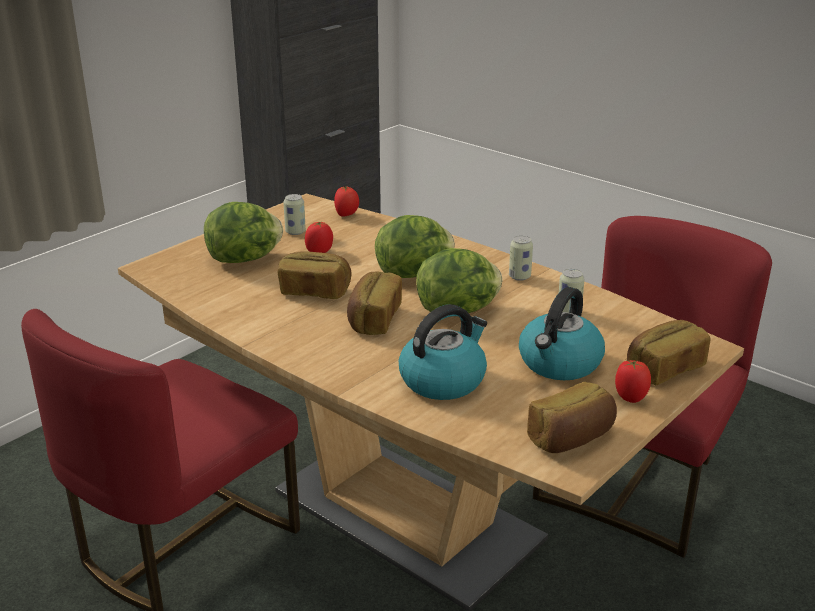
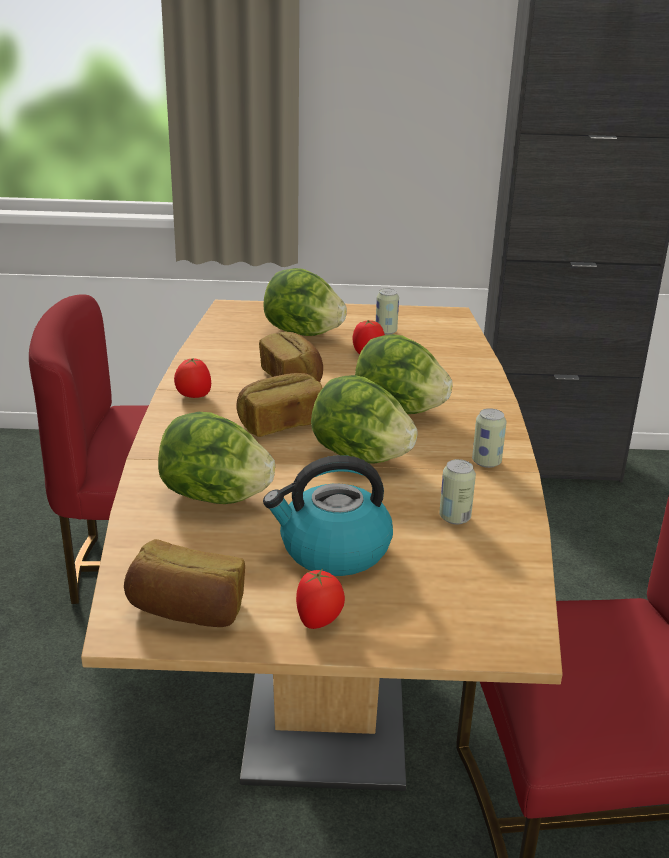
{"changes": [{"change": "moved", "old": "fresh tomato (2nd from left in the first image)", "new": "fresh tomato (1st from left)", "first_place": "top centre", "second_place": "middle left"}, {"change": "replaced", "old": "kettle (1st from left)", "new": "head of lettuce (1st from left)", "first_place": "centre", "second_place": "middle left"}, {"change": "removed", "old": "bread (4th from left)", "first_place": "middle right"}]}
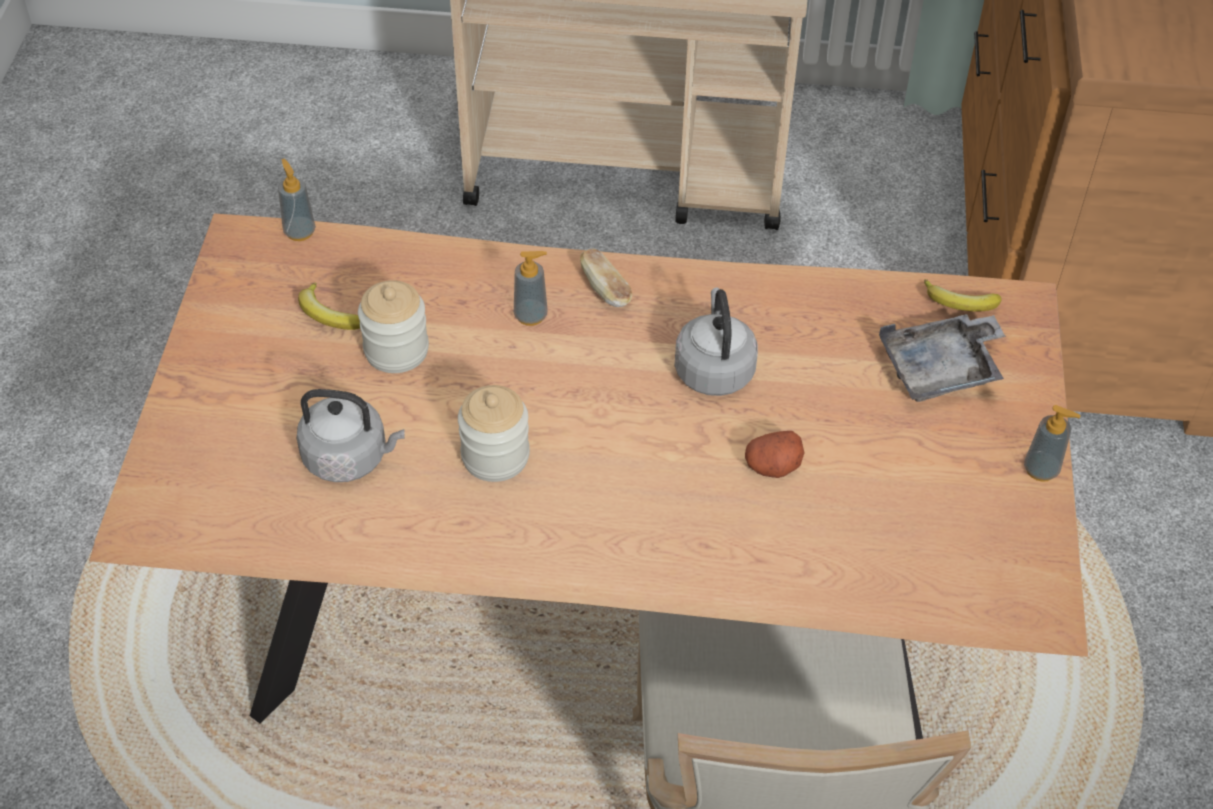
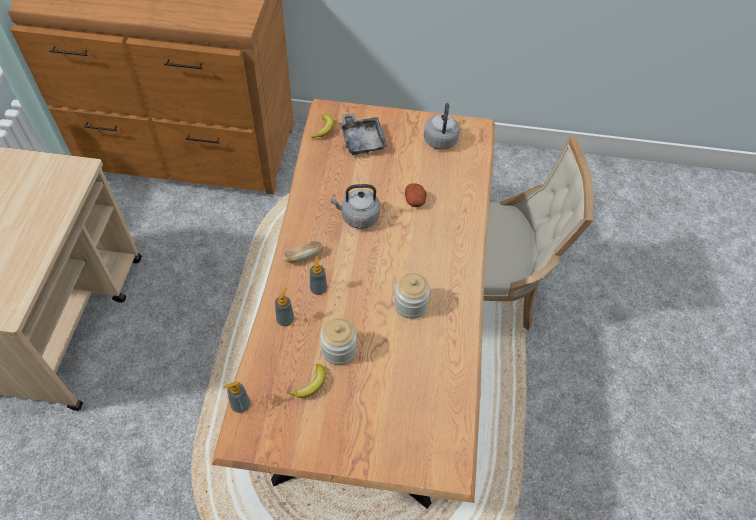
{"changes": [{"change": "moved", "old": "grey kettle (1st from left in the first image)", "new": "grey kettle (2nd from left)", "first_place": "middle left", "second_place": "top centre"}, {"change": "moved", "old": "soap bottle (3rd from left in the first image)", "new": "soap bottle (2nd from left)", "first_place": "middle right", "second_place": "centre"}]}
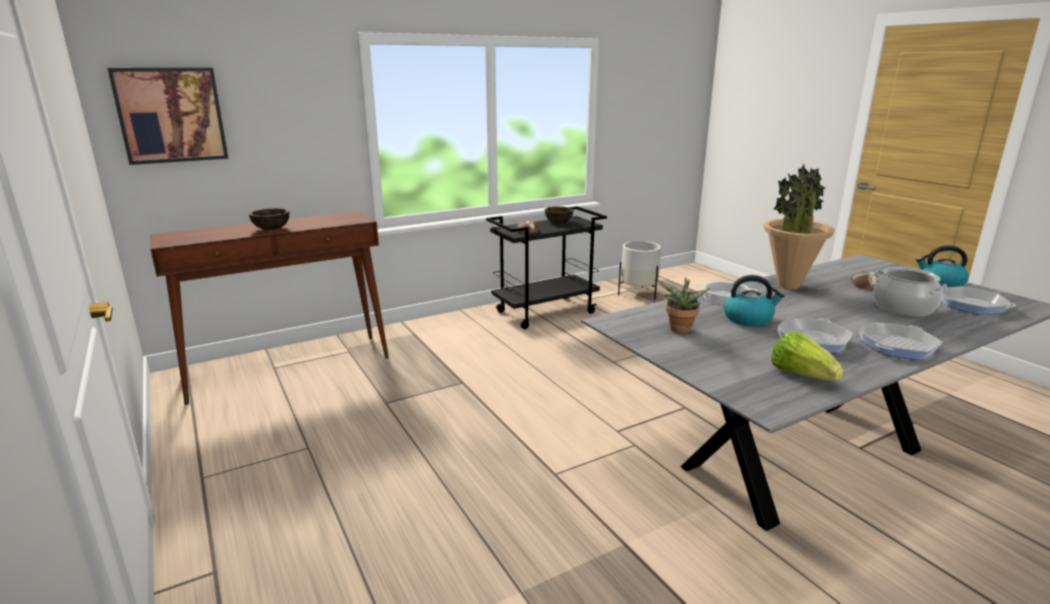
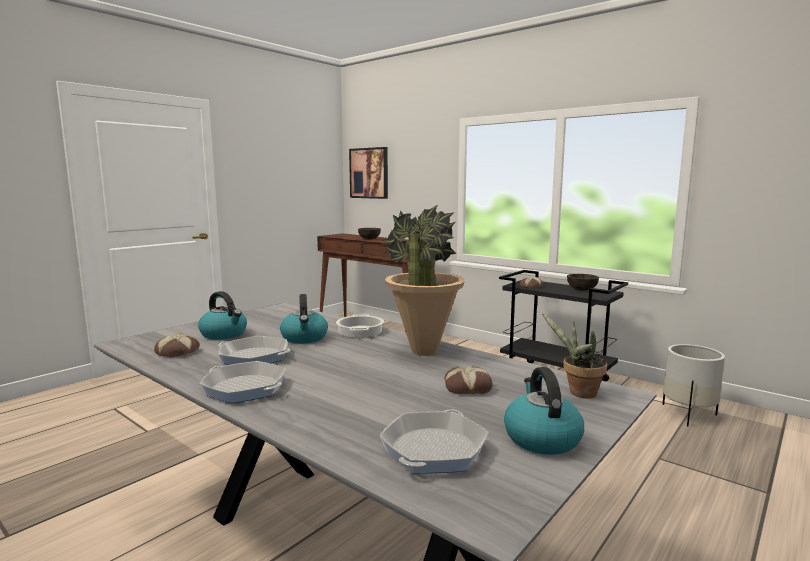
{"changes": [{"change": "moved", "old": "houseplant (1st from left in the first image)", "new": "houseplant (2nd from left)", "first_place": "centre", "second_place": "middle right"}, {"change": "replaced", "old": "head of lettuce", "new": "bread (1st from left)", "first_place": "middle right", "second_place": "middle left"}, {"change": "removed", "old": "stockpot (2nd from left)", "first_place": "middle right"}, {"change": "added", "new": "kettle (1st from left)", "second_place": "middle left"}]}
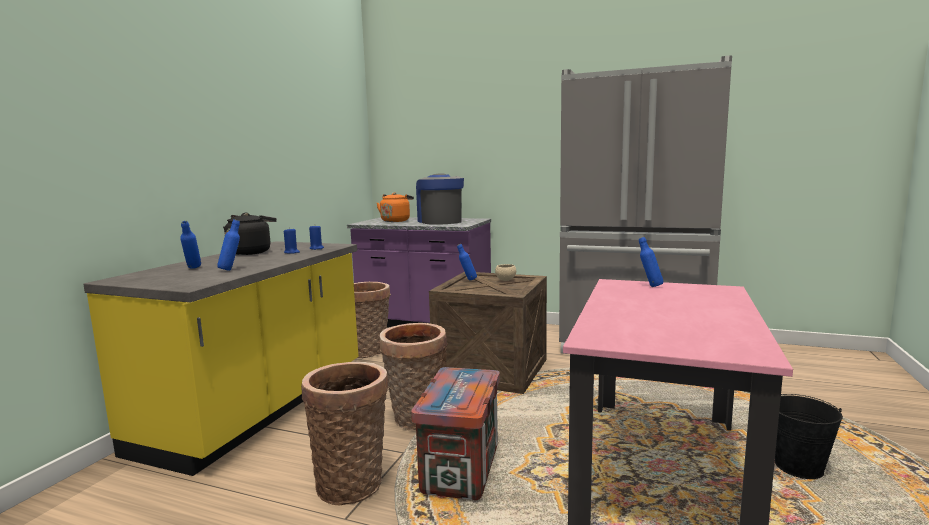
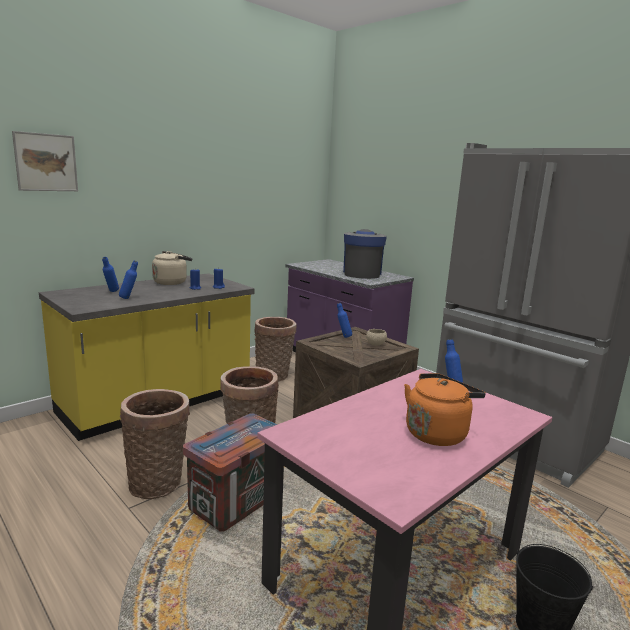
{"changes": [{"change": "recoloured", "old": "black kettle", "new": "sand-coloured kettle", "first_place": "middle left", "second_place": "middle left"}, {"change": "moved", "old": "orangey kettle", "first_place": "centre", "second_place": "middle right"}, {"change": "added", "new": "picture", "second_place": "top left"}]}
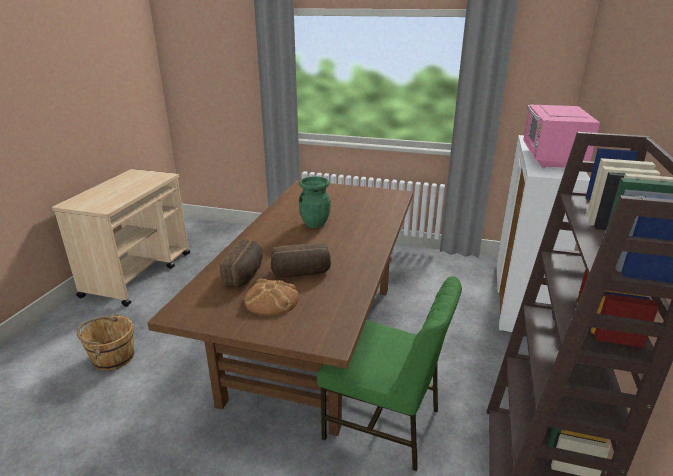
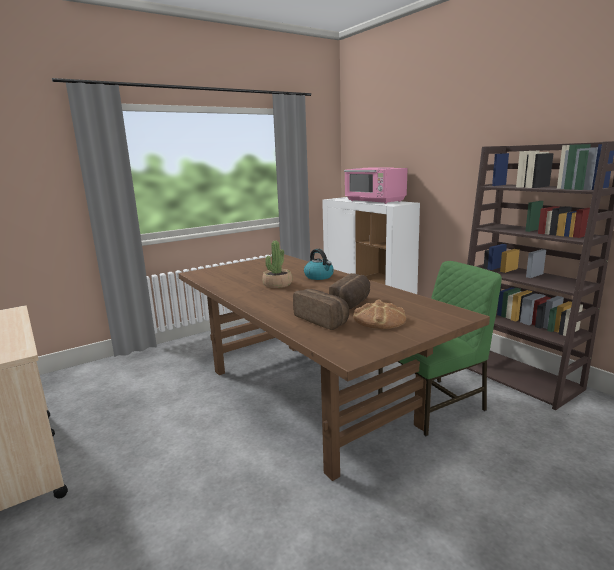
{"changes": [{"change": "removed", "old": "brown-coloured water bucket", "first_place": "bottom left"}, {"change": "replaced", "old": "green decorative vase", "new": "houseplant", "first_place": "centre", "second_place": "centre"}, {"change": "added", "new": "kettle", "second_place": "centre"}]}
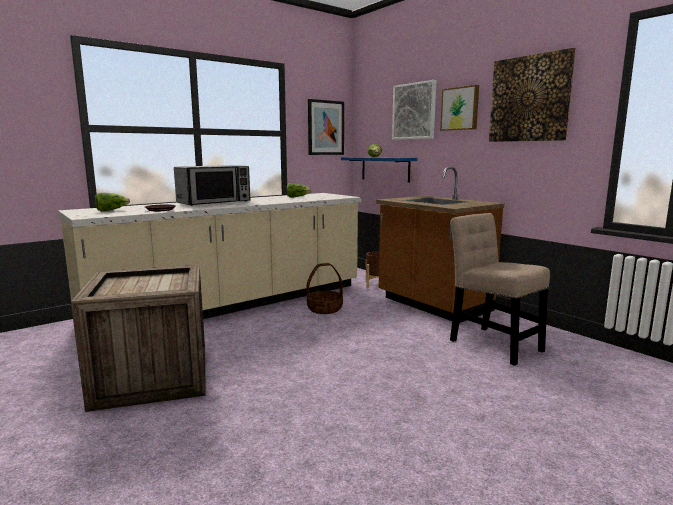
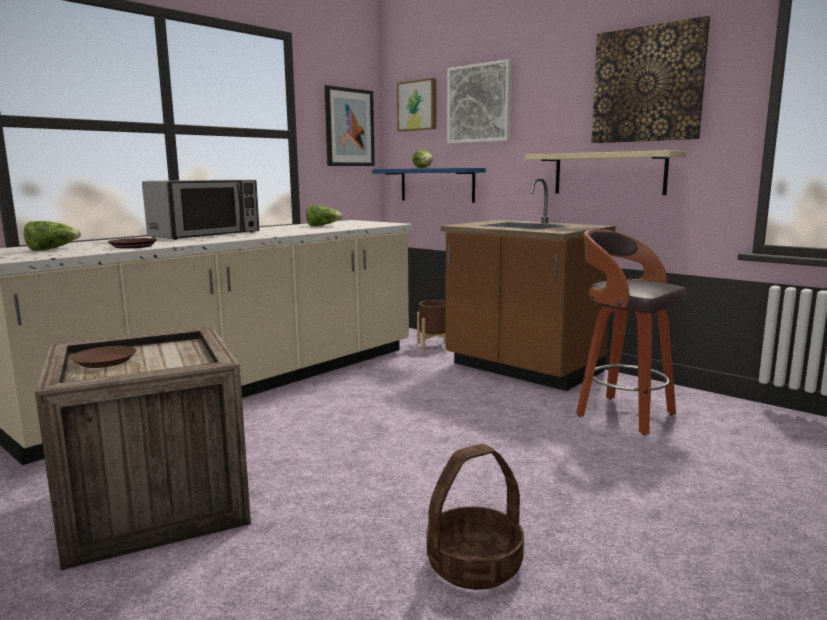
{"changes": [{"change": "moved", "old": "household basket", "first_place": "centre", "second_place": "bottom centre"}, {"change": "moved", "old": "picture (3rd from left in the first image)", "new": "picture (2nd from left)", "first_place": "top right", "second_place": "top centre"}, {"change": "replaced", "old": "sand-coloured upright chair", "new": "sitting stool", "first_place": "middle right", "second_place": "middle right"}, {"change": "added", "new": "brown-coloured dinner plate (1st from left)", "second_place": "middle left"}, {"change": "added", "new": "sand-coloured wall shelf", "second_place": "top right"}]}
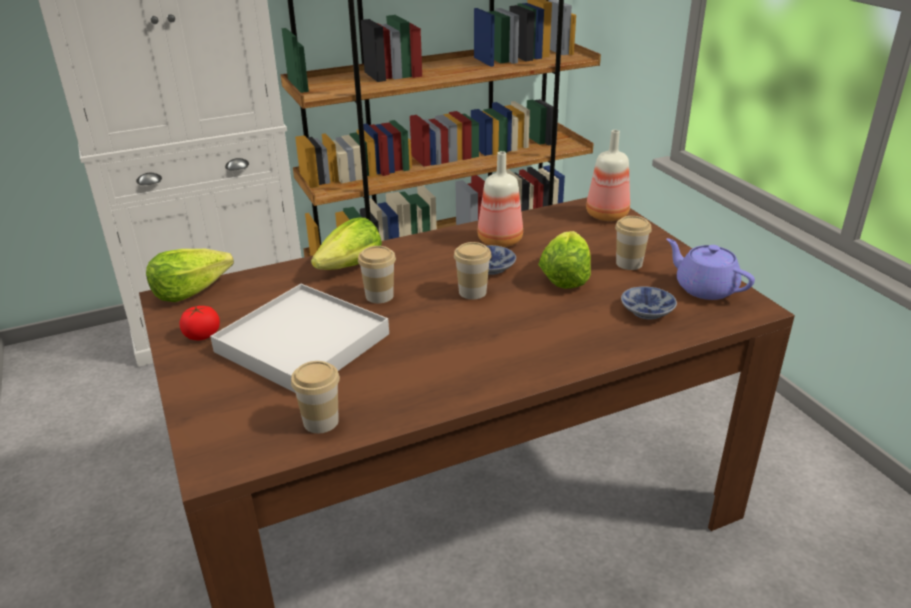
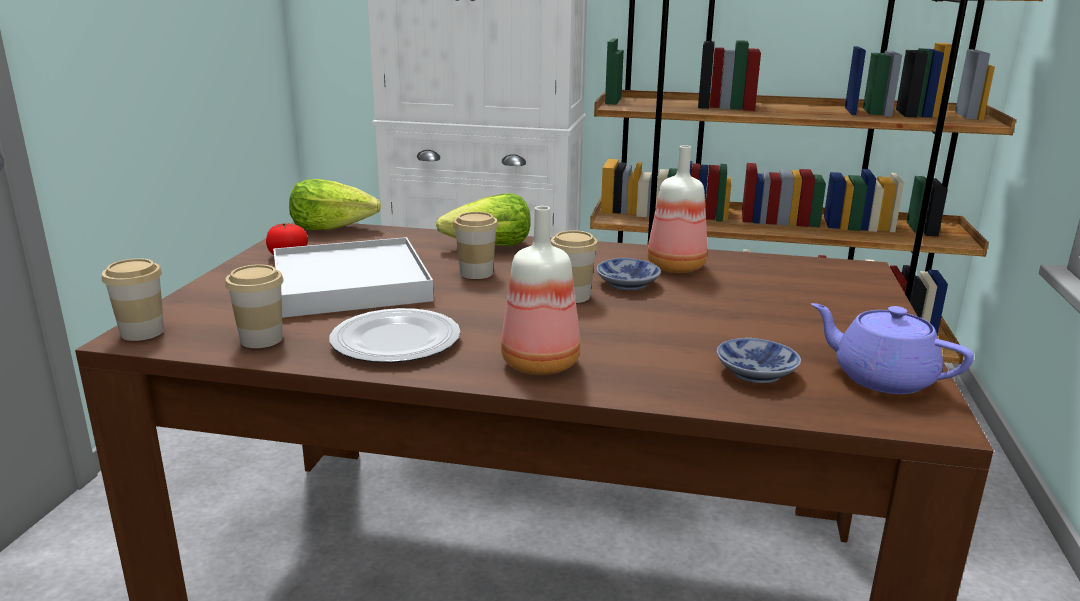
{"changes": [{"change": "removed", "old": "head of lettuce (3rd from left)", "first_place": "centre"}, {"change": "moved", "old": "bottle (2nd from left in the first image)", "new": "bottle (1st from left)", "first_place": "top right", "second_place": "centre"}, {"change": "moved", "old": "drinking cup (4th from left in the first image)", "new": "drinking cup (1st from left)", "first_place": "middle right", "second_place": "middle left"}, {"change": "turned", "old": "purple teapot", "first_place": "middle right", "second_place": "middle right", "degrees": -45}, {"change": "added", "new": "dinner plate", "second_place": "centre"}]}
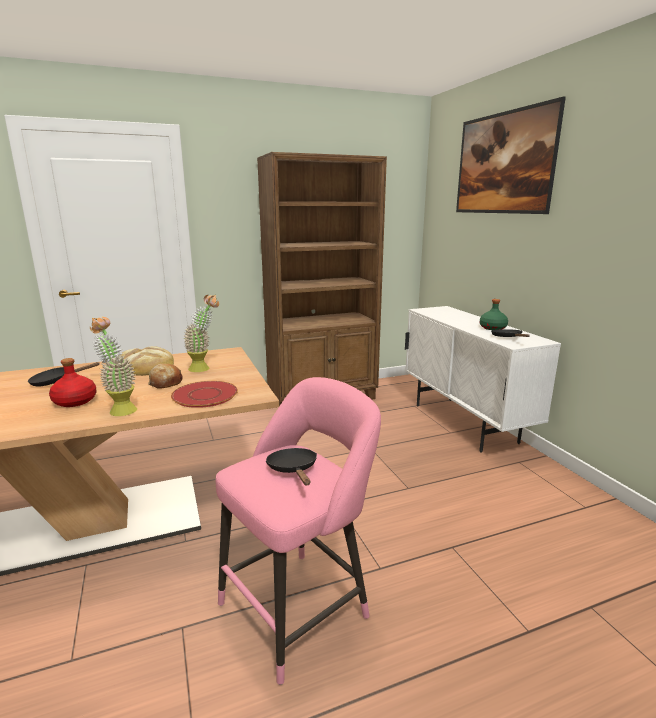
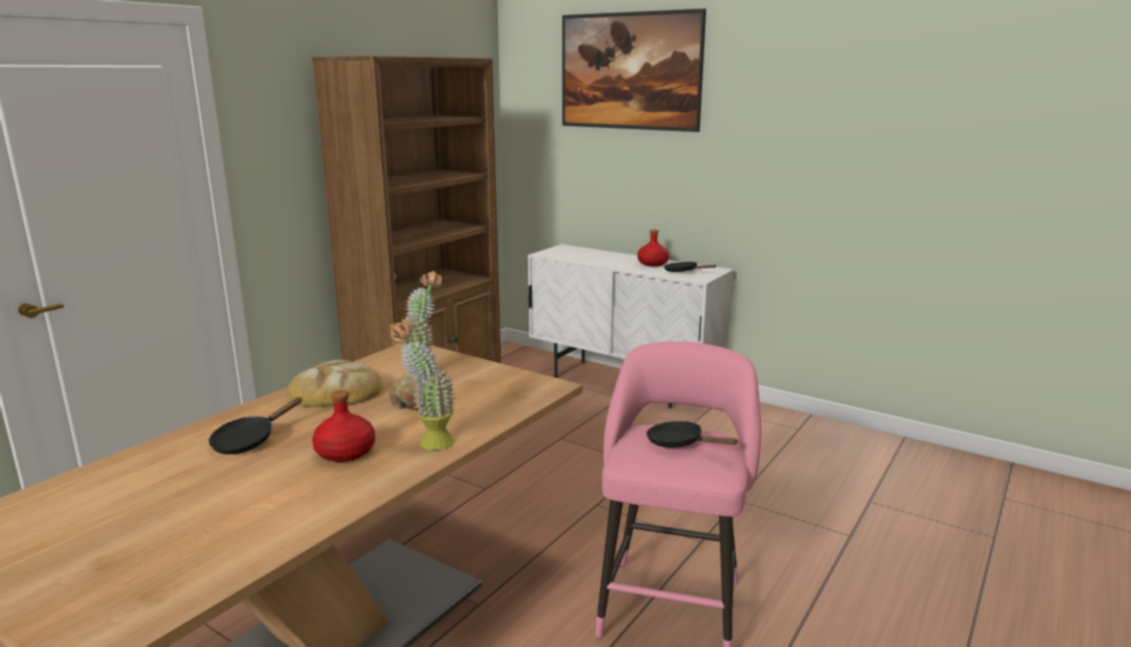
{"changes": [{"change": "removed", "old": "red-coloured dinner plate", "first_place": "middle left"}, {"change": "recoloured", "old": "green bottle", "new": "red-coloured bottle (2nd from left)", "first_place": "middle right", "second_place": "centre"}]}
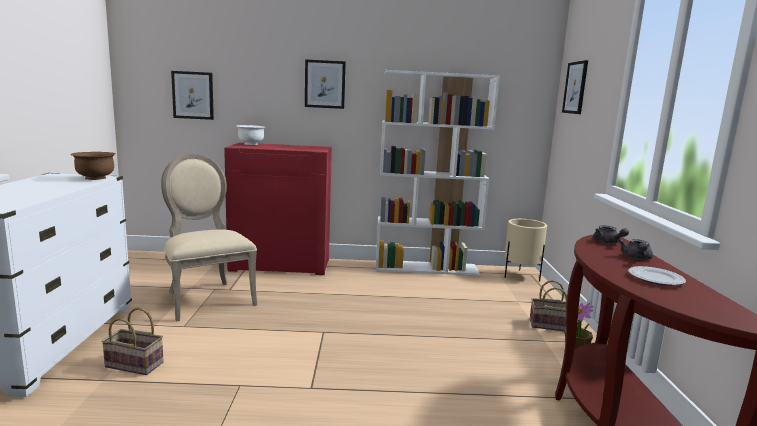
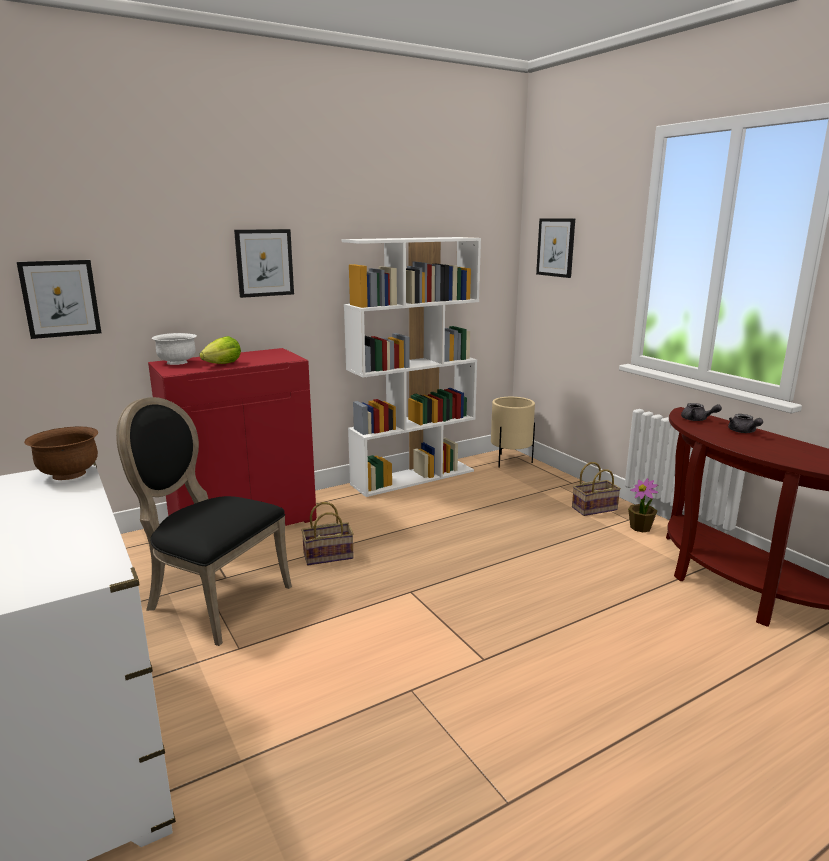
{"changes": [{"change": "moved", "old": "household basket (1st from left)", "first_place": "bottom left", "second_place": "centre"}, {"change": "recoloured", "old": "sand-coloured upright chair", "new": "black upright chair", "first_place": "middle left", "second_place": "middle left"}, {"change": "removed", "old": "dinner plate", "first_place": "middle right"}, {"change": "added", "new": "head of lettuce", "second_place": "middle left"}]}
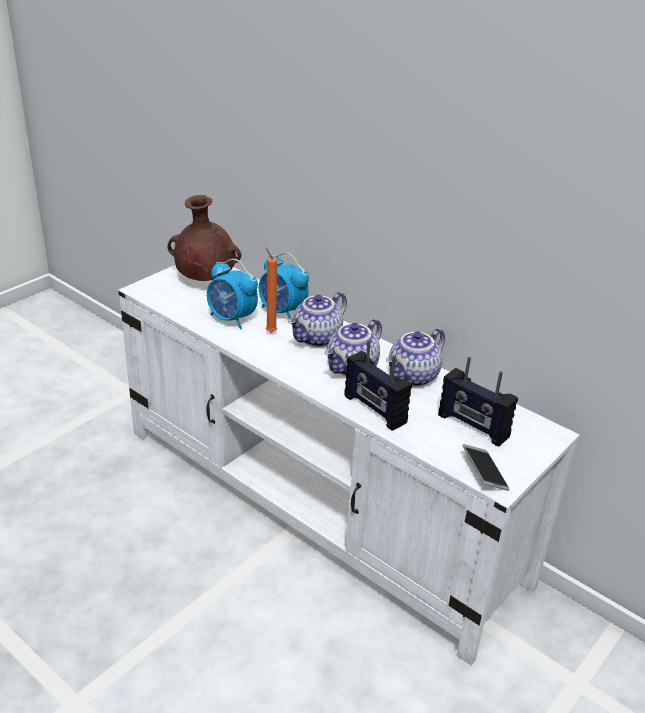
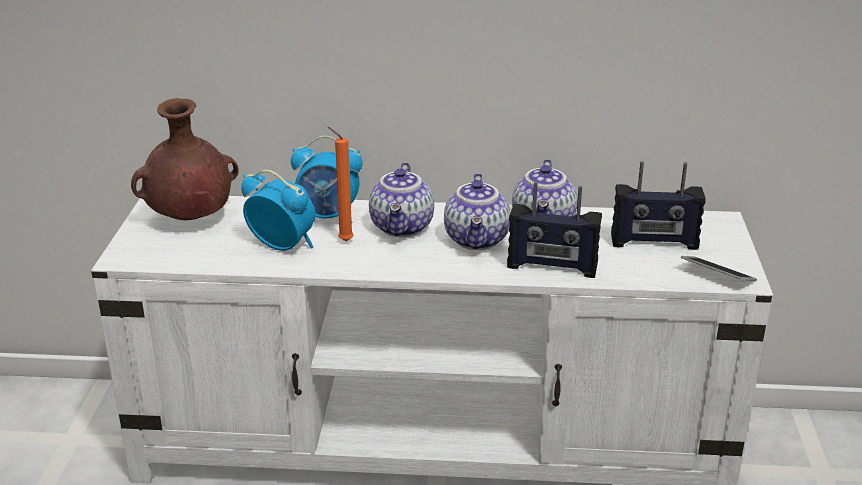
{"changes": [{"change": "turned", "old": "alarm clock (1st from left)", "first_place": "centre", "second_place": "middle left", "degrees": -150}]}
